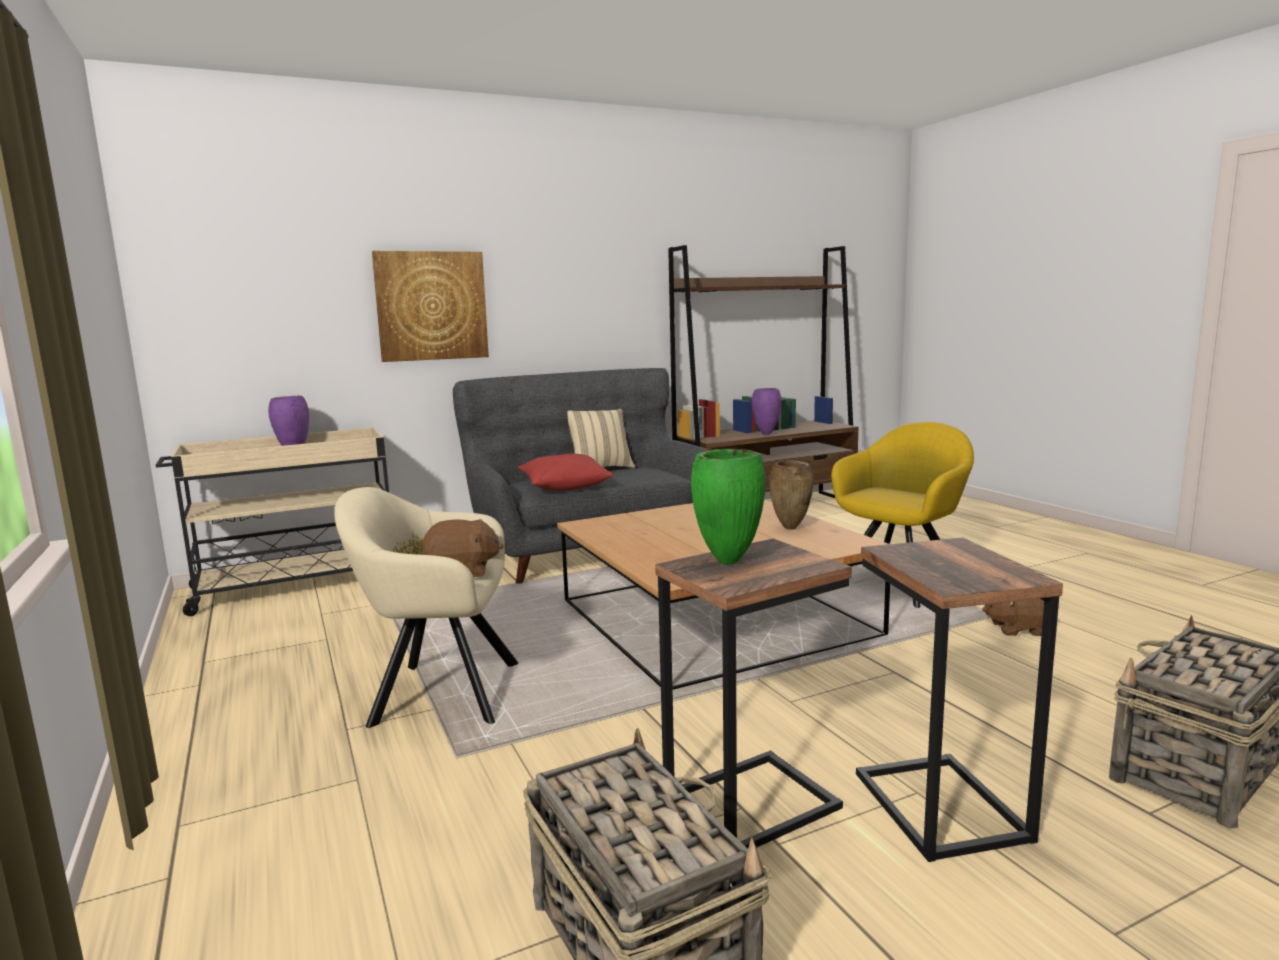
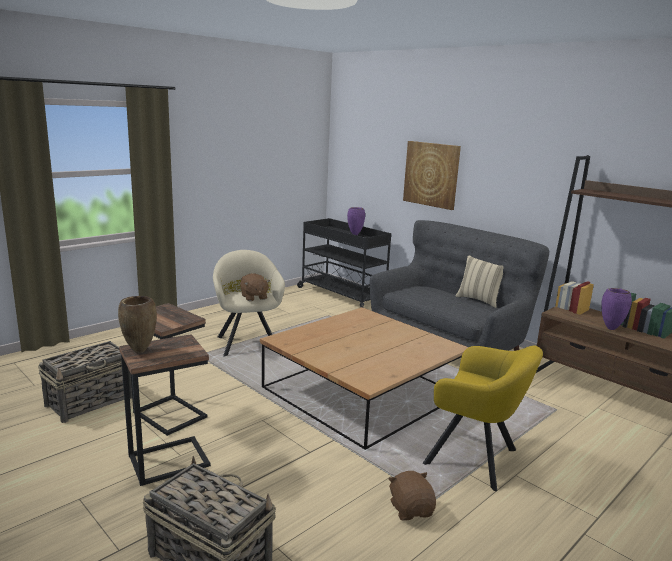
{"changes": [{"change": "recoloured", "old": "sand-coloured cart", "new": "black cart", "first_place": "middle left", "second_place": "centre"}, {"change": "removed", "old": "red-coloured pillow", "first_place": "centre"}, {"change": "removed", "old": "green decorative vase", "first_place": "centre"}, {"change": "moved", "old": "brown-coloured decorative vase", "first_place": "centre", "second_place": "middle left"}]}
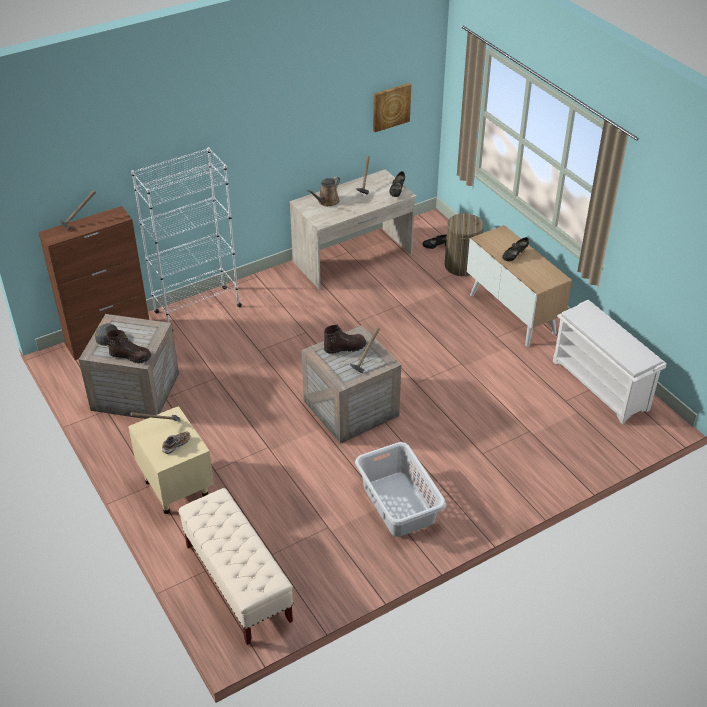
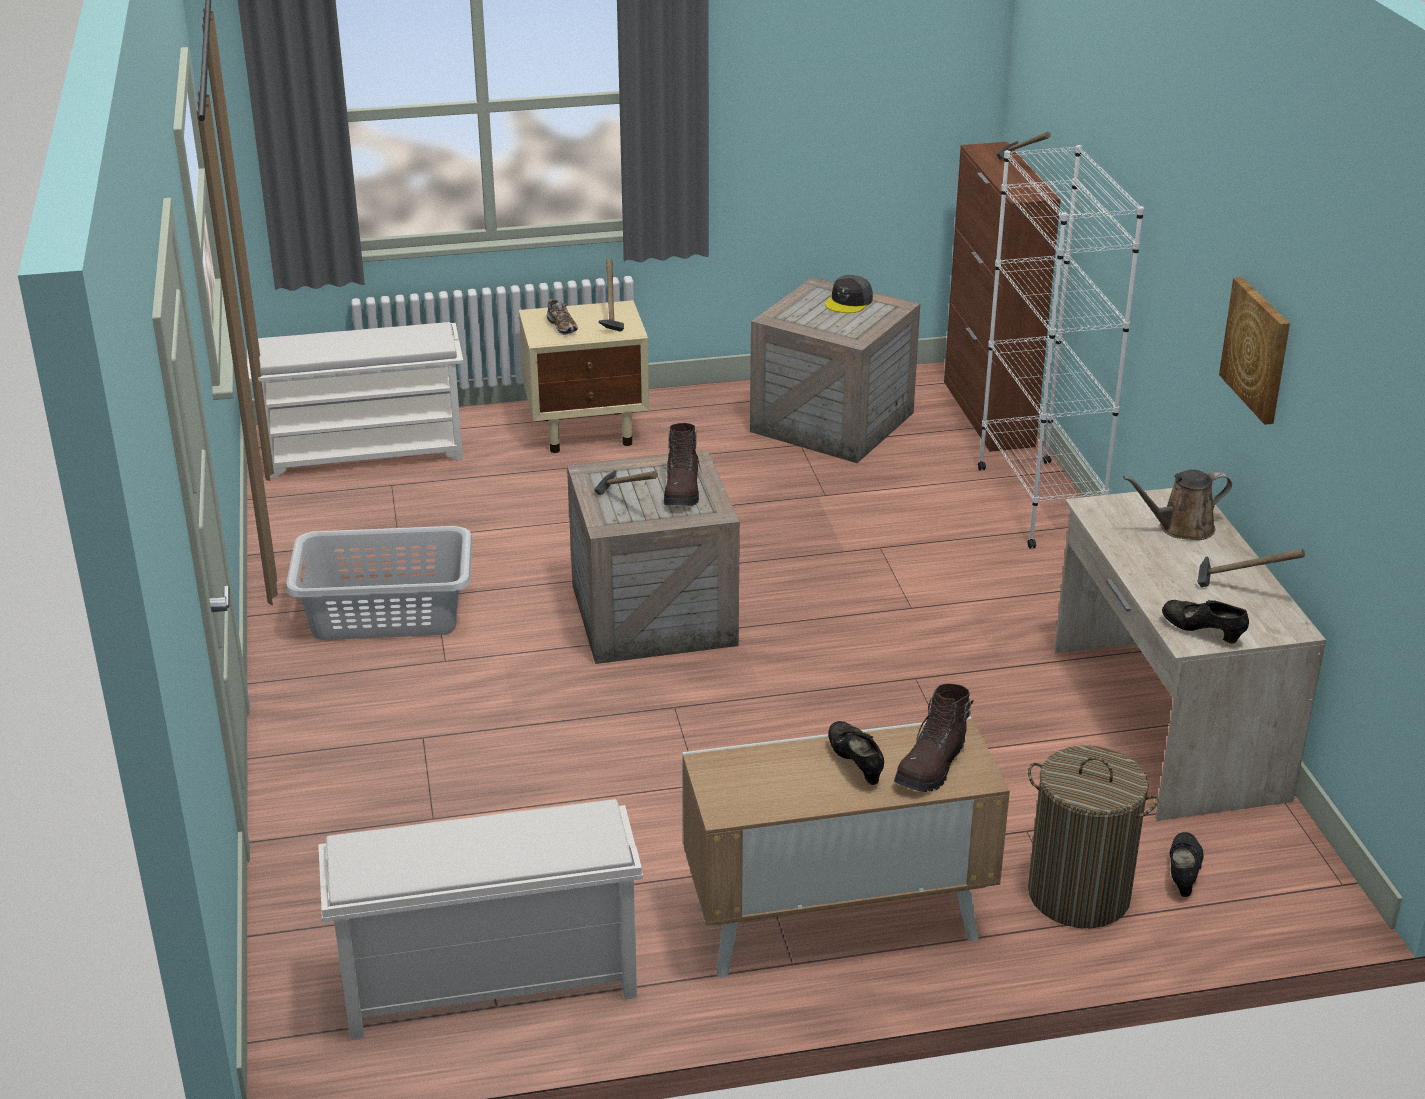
{"changes": [{"change": "moved", "old": "brown-coloured tall boot (1st from left in the first image)", "new": "brown-coloured tall boot (2nd from left)", "first_place": "middle left", "second_place": "bottom centre"}, {"change": "replaced", "old": "sand-coloured long seat", "new": "whitish shoe shelf (1st from left)", "first_place": "bottom centre", "second_place": "middle left"}, {"change": "turned", "old": "brown-coloured watering pot", "first_place": "top centre", "second_place": "middle right", "degrees": -75}, {"change": "moved", "old": "picture", "first_place": "top centre", "second_place": "top right"}]}
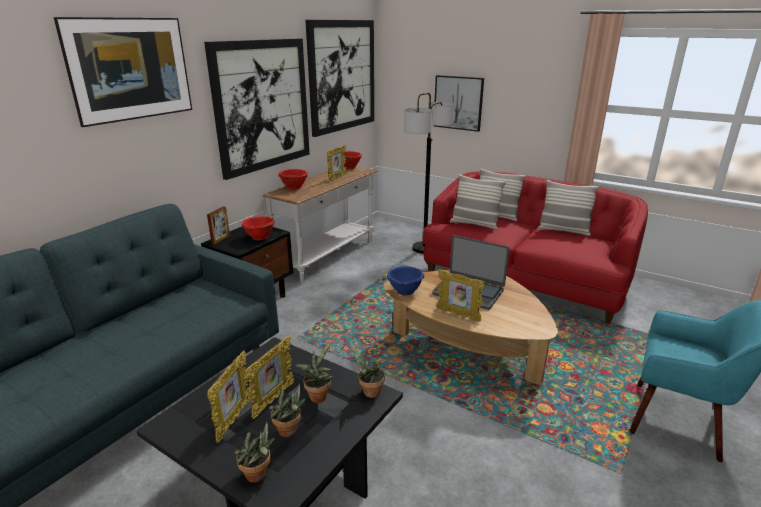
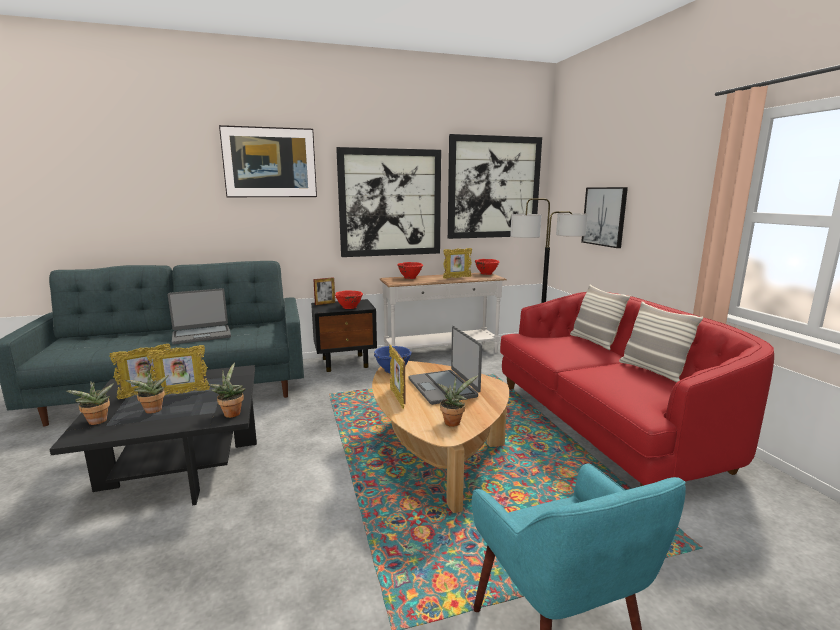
{"changes": [{"change": "moved", "old": "houseplant (3rd from left in the first image)", "new": "houseplant (4th from left)", "first_place": "bottom centre", "second_place": "centre"}, {"change": "removed", "old": "pillow (1st from left)", "first_place": "centre"}, {"change": "added", "new": "portable computer (1st from left)", "second_place": "middle left"}]}
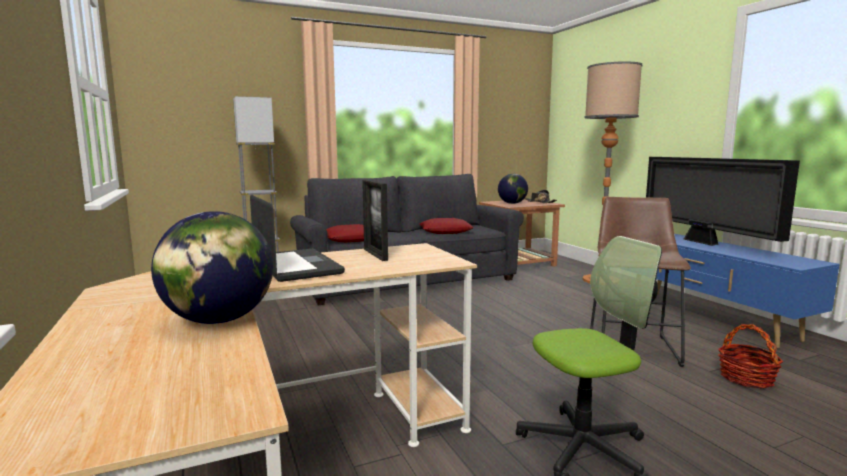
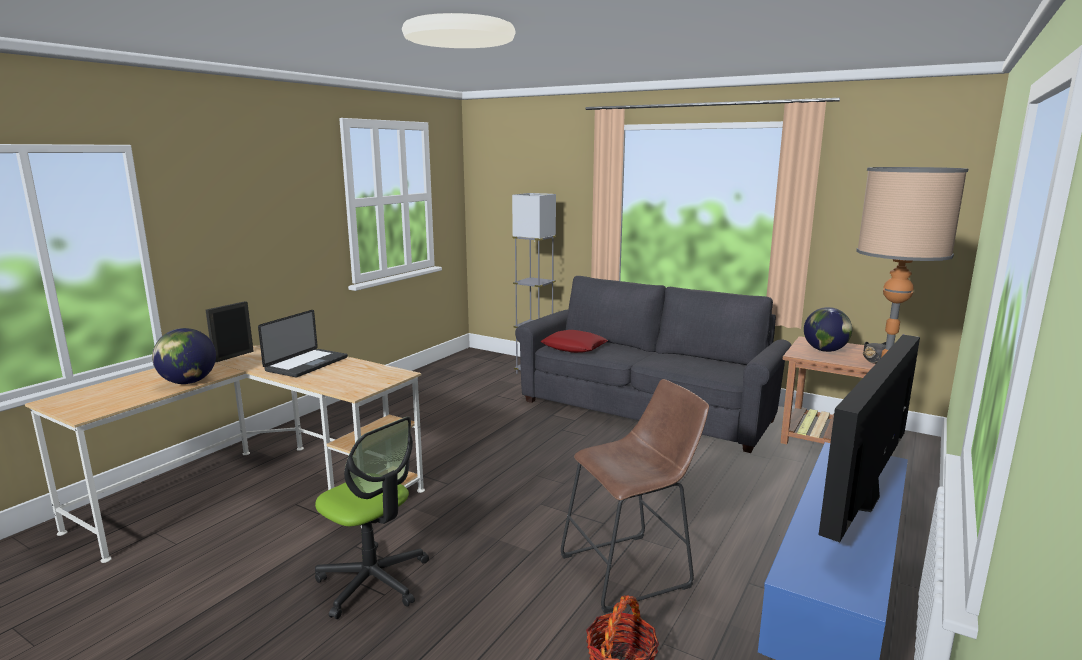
{"changes": [{"change": "moved", "old": "standing frame", "first_place": "centre", "second_place": "middle left"}, {"change": "removed", "old": "red-coloured pillow (2nd from left)", "first_place": "centre"}]}
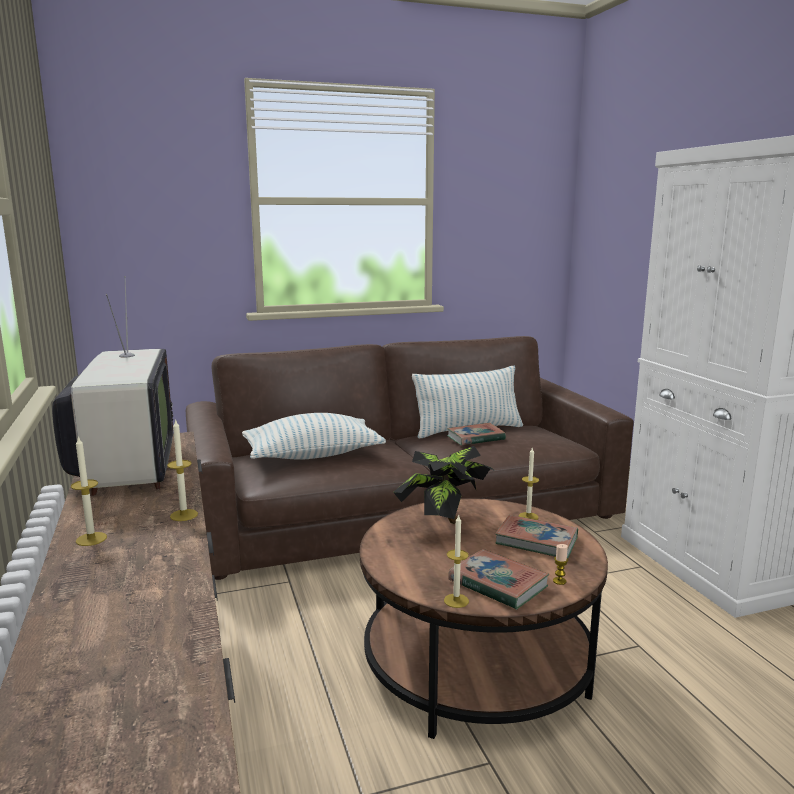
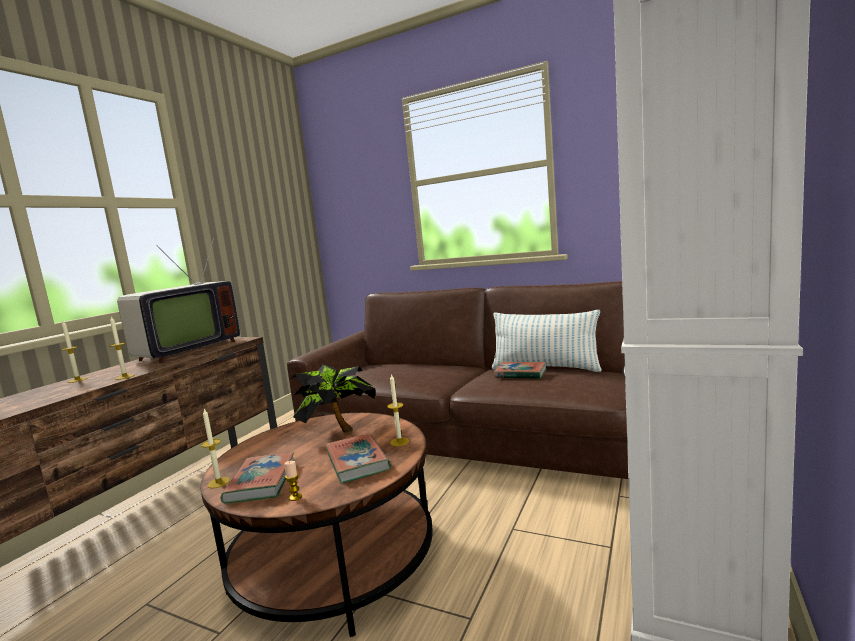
{"changes": [{"change": "removed", "old": "pillow (1st from left)", "first_place": "centre"}]}
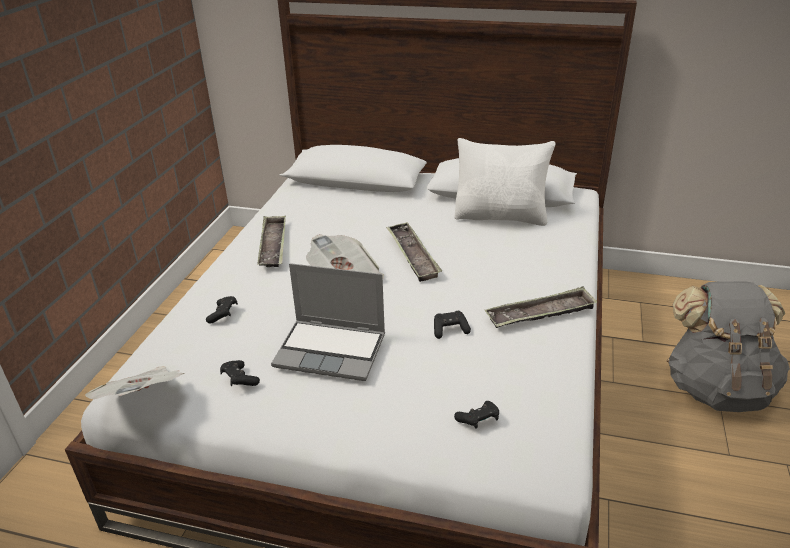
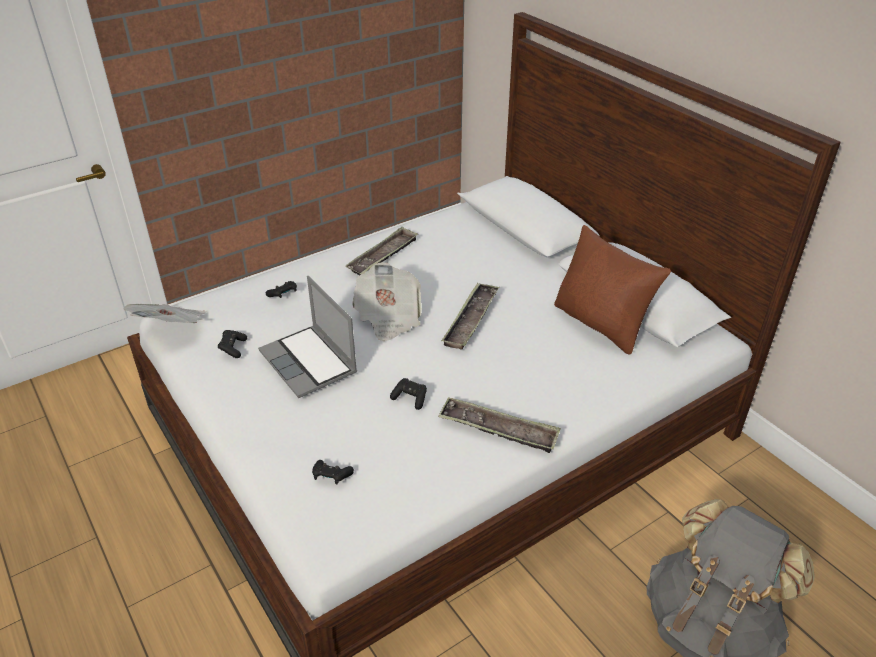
{"changes": [{"change": "recoloured", "old": "whitish pillow", "new": "brown-coloured pillow", "first_place": "top centre", "second_place": "middle right"}]}
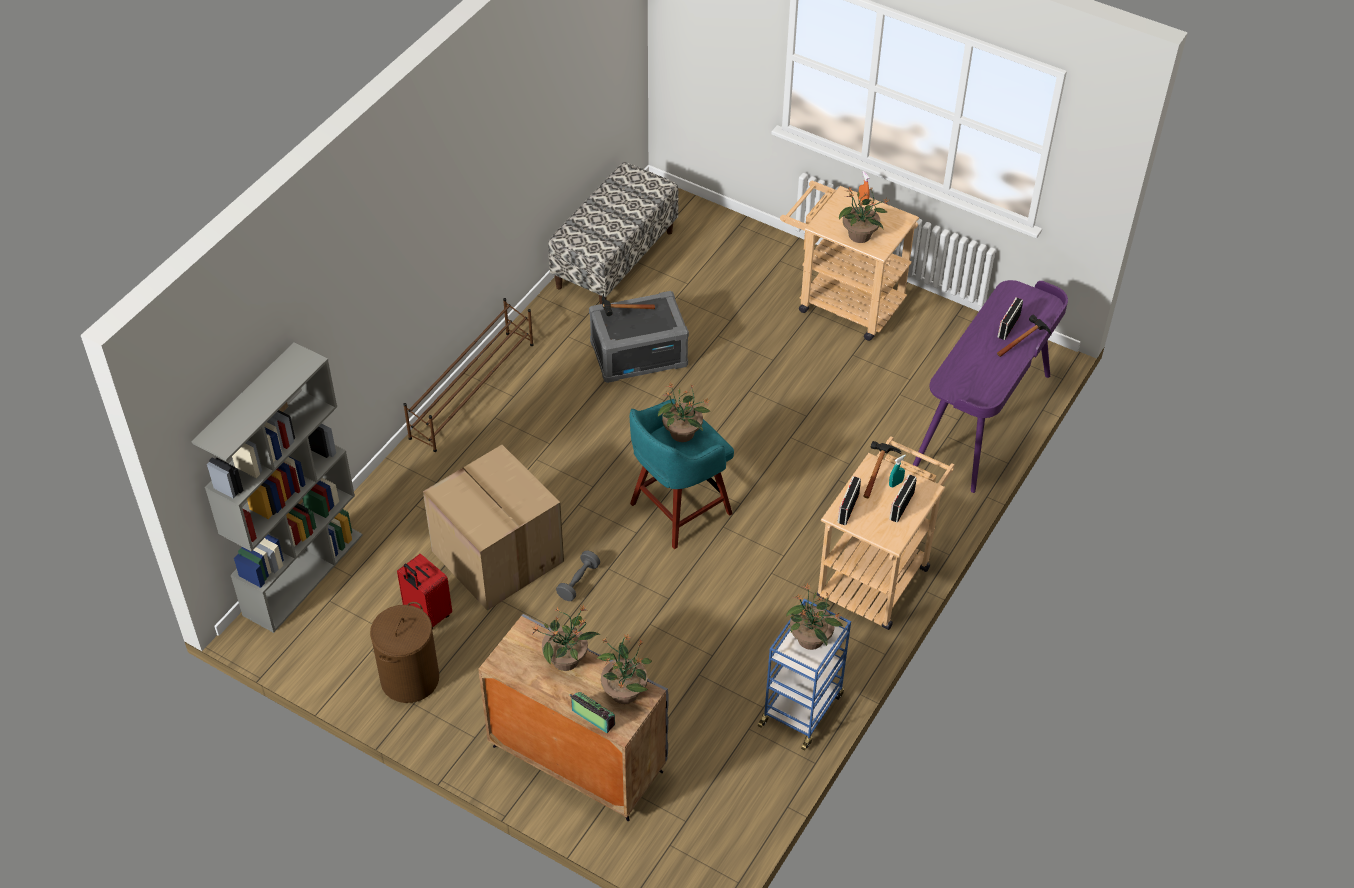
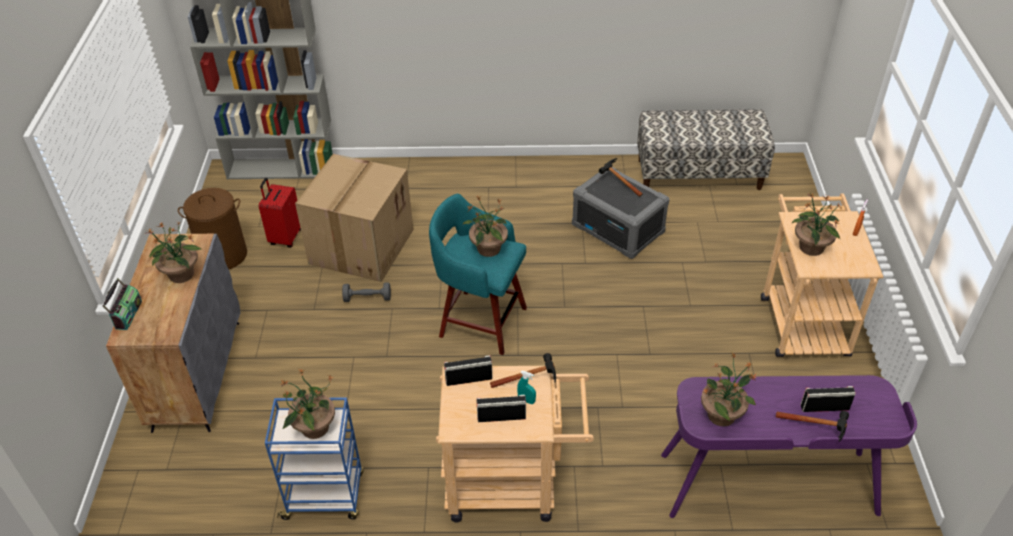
{"changes": [{"change": "removed", "old": "brown-coloured shoe shelf", "first_place": "centre"}, {"change": "moved", "old": "houseplant (2nd from left in the first image)", "new": "houseplant (4th from left)", "first_place": "bottom centre", "second_place": "bottom right"}]}
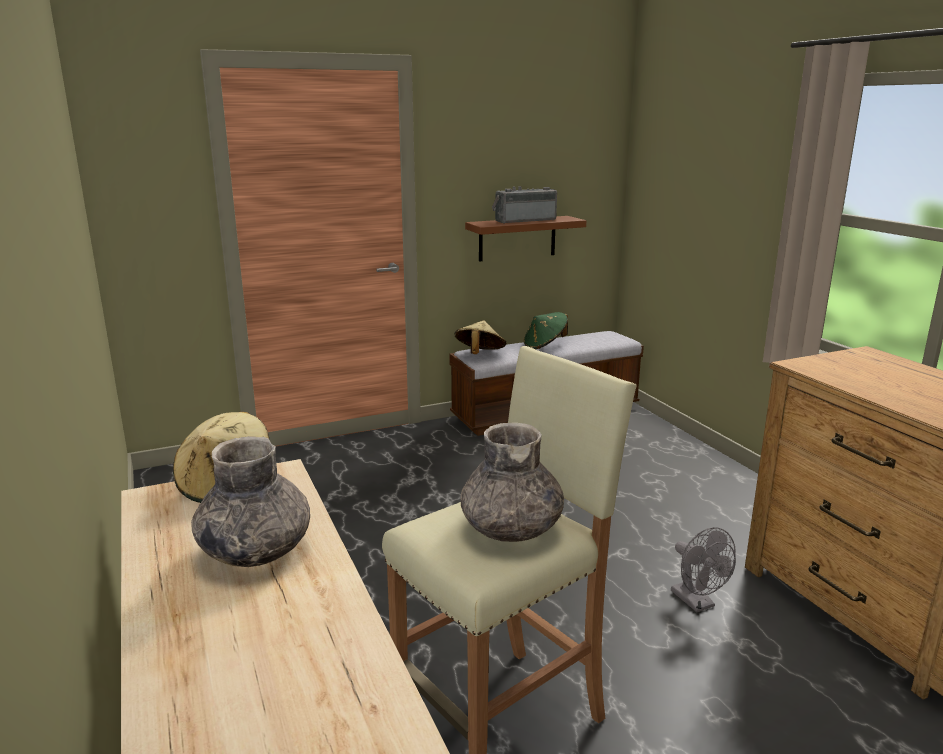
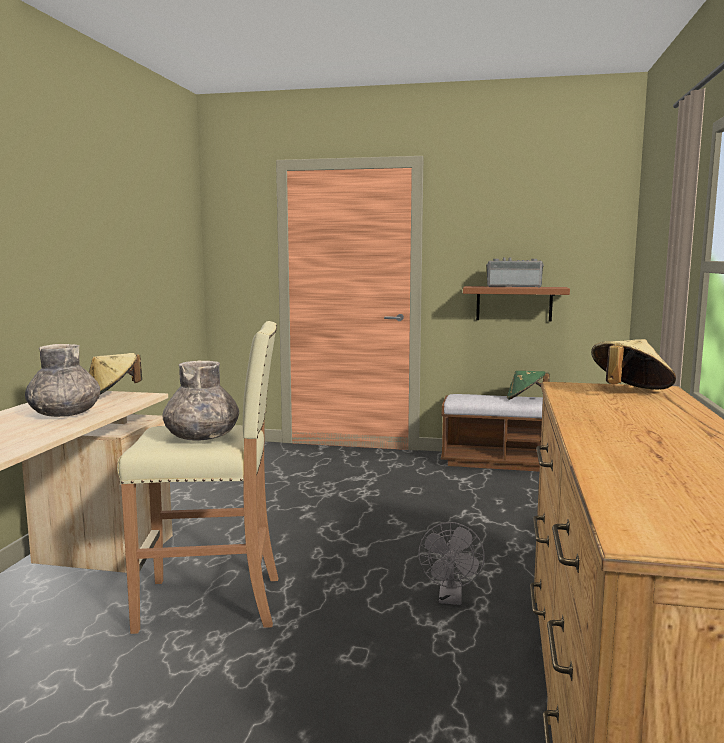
{"changes": [{"change": "moved", "old": "sand-coloured wearable hat (2nd from left)", "first_place": "centre", "second_place": "middle right"}]}
